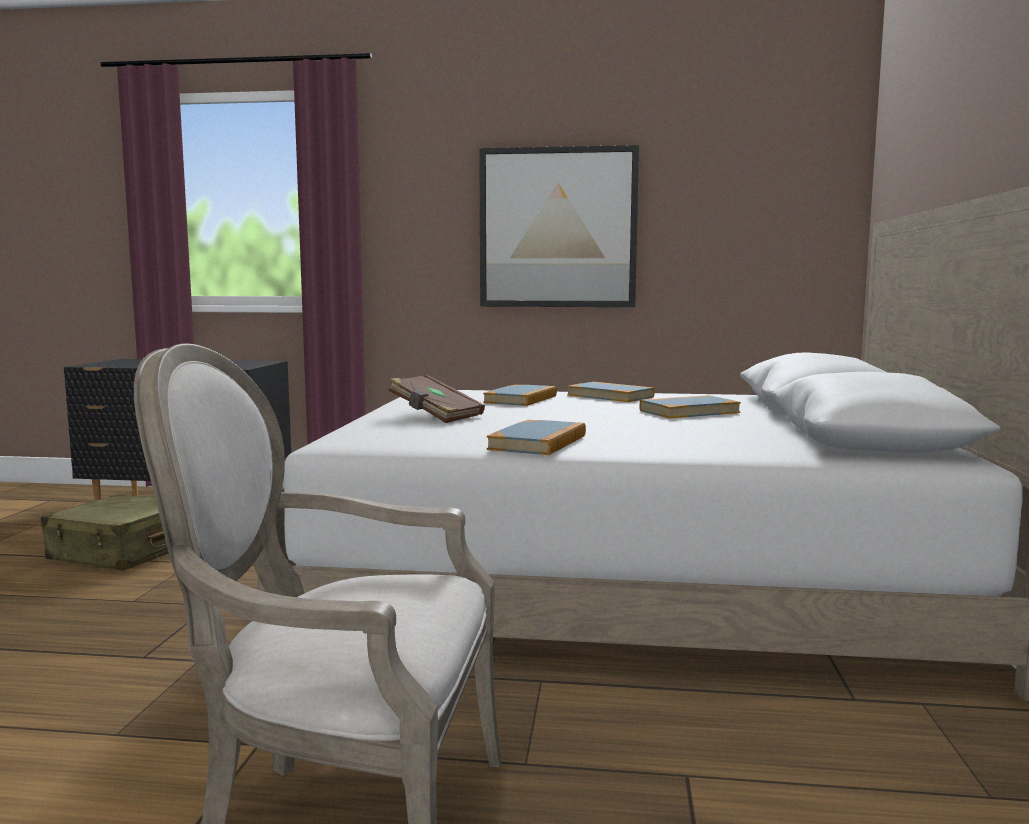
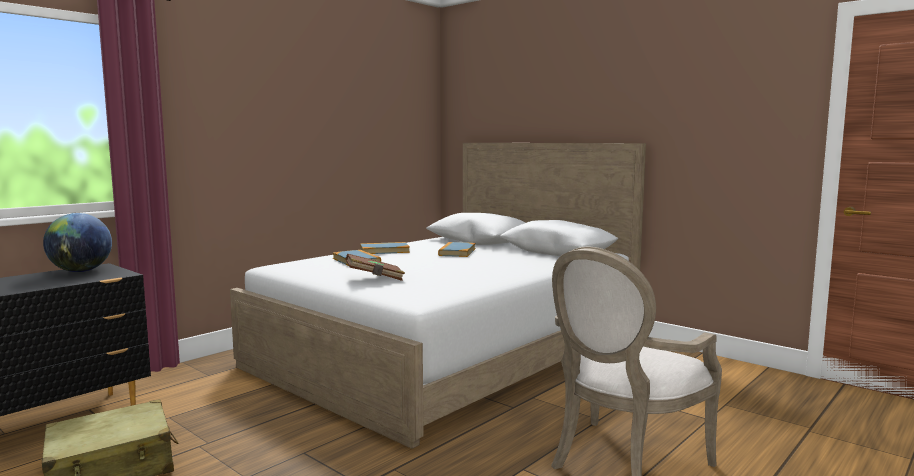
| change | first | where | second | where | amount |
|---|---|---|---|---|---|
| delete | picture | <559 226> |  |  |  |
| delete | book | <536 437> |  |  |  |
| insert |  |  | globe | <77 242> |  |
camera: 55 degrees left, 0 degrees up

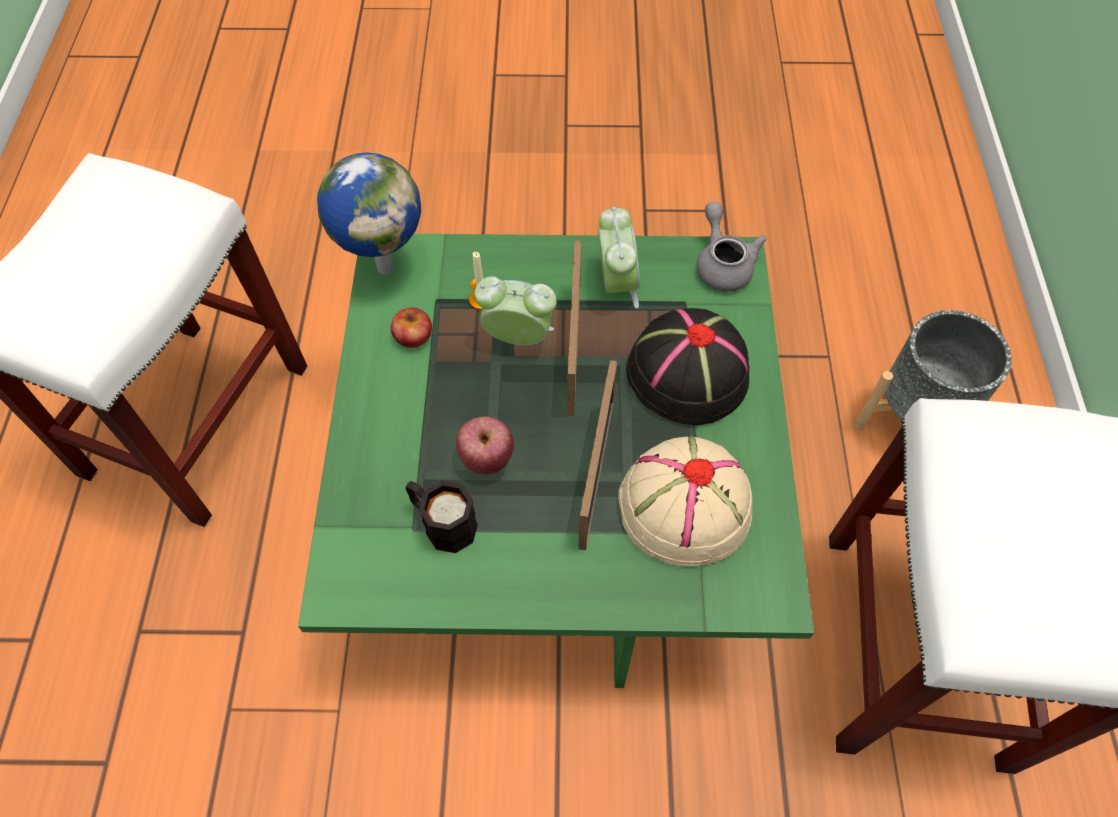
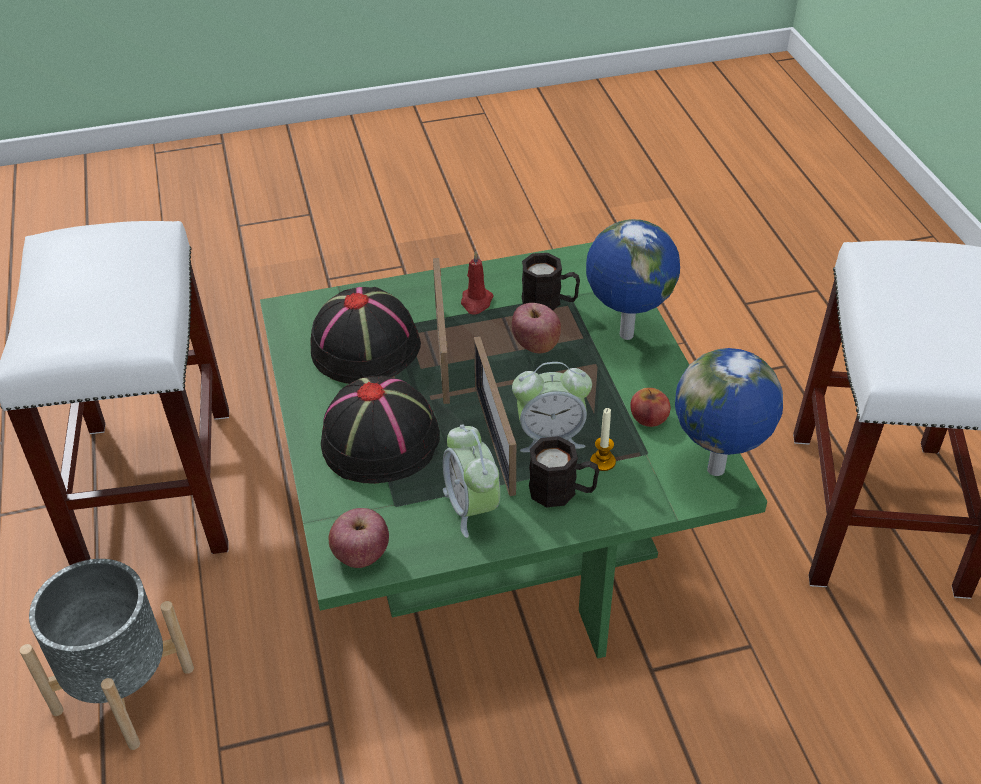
| change | first | where | second | where | amount |
|---|---|---|---|---|---|
| insert |  |  | candle in red | <477 283> |  |
| insert |  |  | mug in black | <564 471> |  |
| insert |  |  | globe | <633 279> |  |
| replace | teapot in grey | <732 246> | apple | <359 538> |  |
| recolor | hat in beige | <685 501> | hat in black | <365 335> |  |
camera: 165 degrees right, 15 degrees down

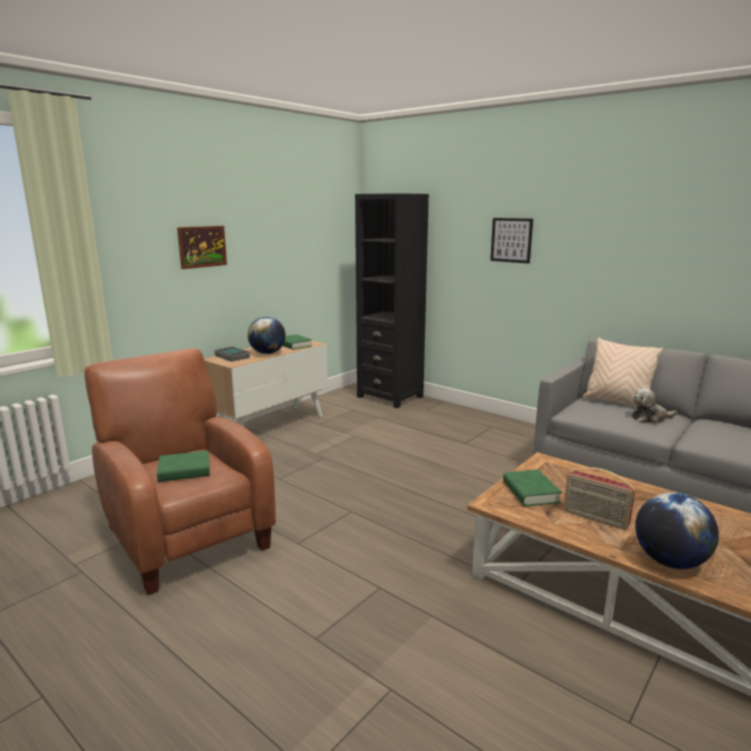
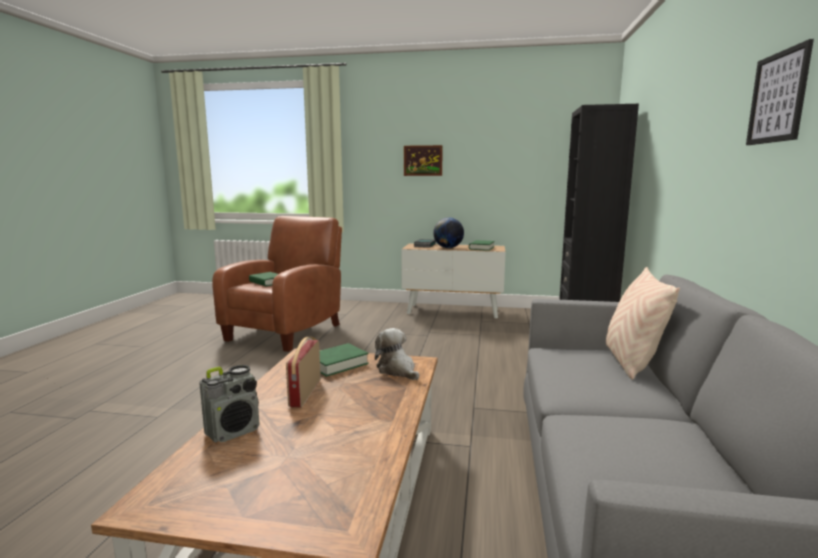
| change | first | where | second | where | amount |
|---|---|---|---|---|---|
| move | picture | <511 241> |  | <780 92> |  |
| move | plush toy | <654 405> |  | <397 354> |  |
| replace | globe | <677 530> | radio | <229 404> |  |
camera: 60 degrees right, 5 degrees down

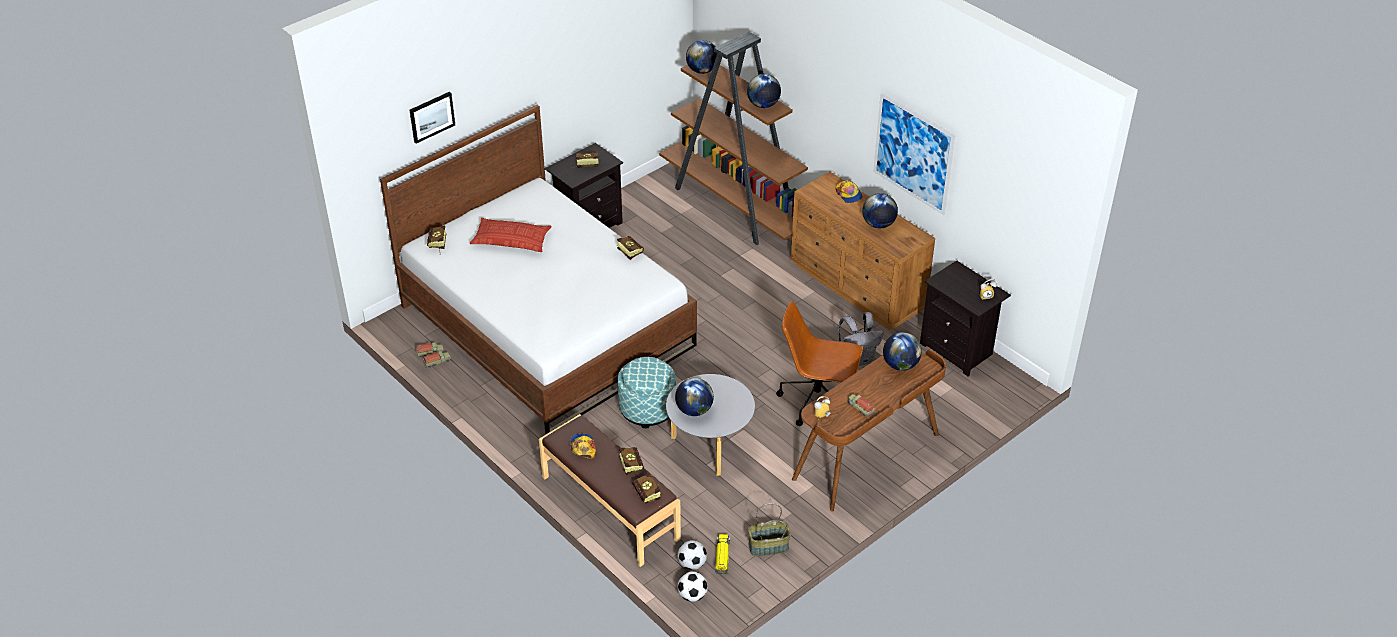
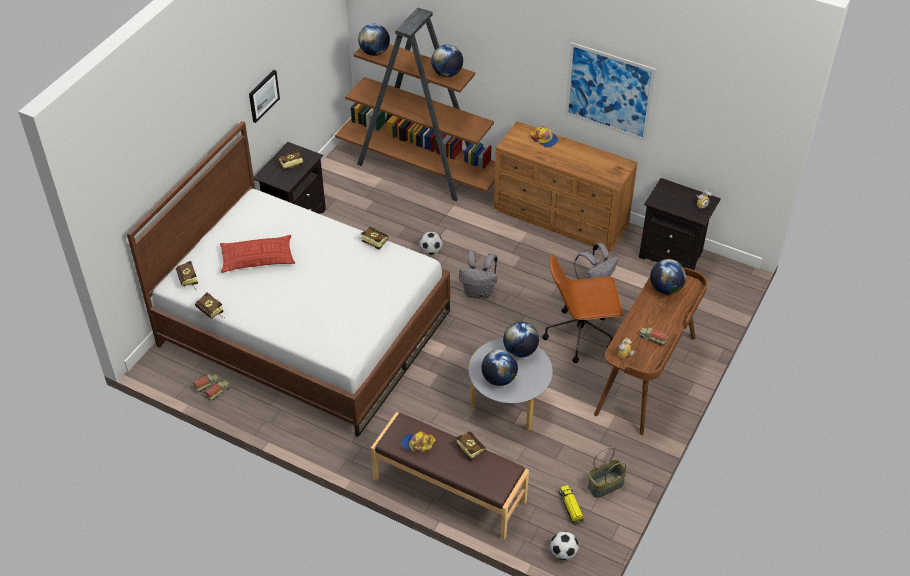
| change | first | where | second | where | amount |
|---|---|---|---|---|---|
| delete | ottoman | <646 392> |  |  |  |
| insert |  |  | backpack in grey | <478 275> |  |
| move | picture | <432 118> |  | <264 96> |  |
| move | book | <646 490> |  | <210 305> |  |
| move | football | <692 555> |  | <431 243> |  |
| move | globe | <880 210> |  | <521 340> |  |
| rotate | cap | <583 446> |  | <418 442> | 45 degrees counterclockwise |
camera: 20 degrees left, 5 degrees up

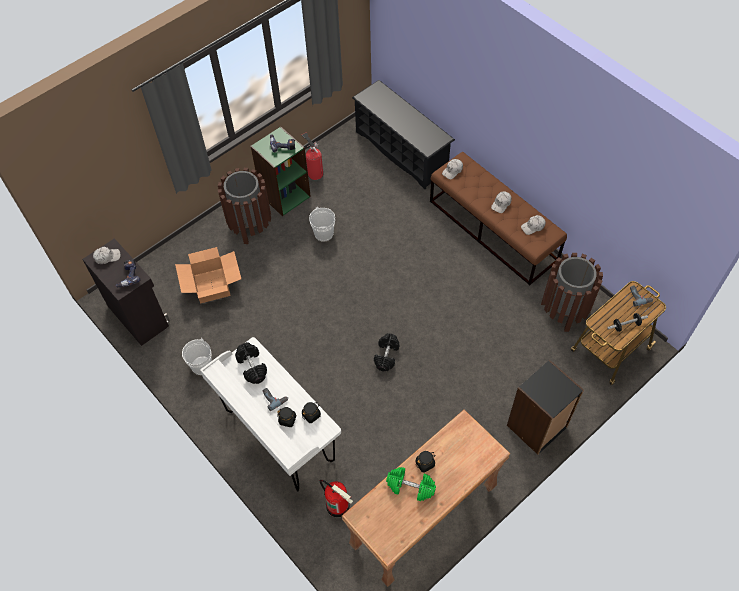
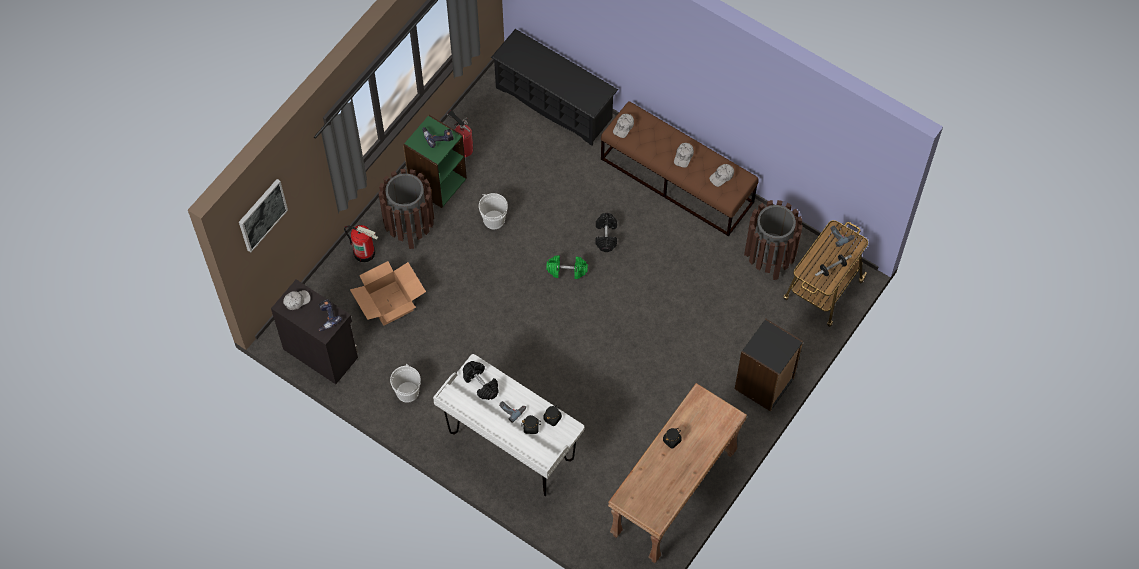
| change | first | where | second | where | amount |
|---|---|---|---|---|---|
| insert |  |  | picture | <263 215> |  |
| move | fire extinguisher | <336 499> |  | <361 244> |  |
| move | dumbbell in black | <386 352> |  | <606 232> |  |
| move | dumbbell in green | <411 484> |  | <567 267> |  |
camera: 15 degrees left, 5 degrees up

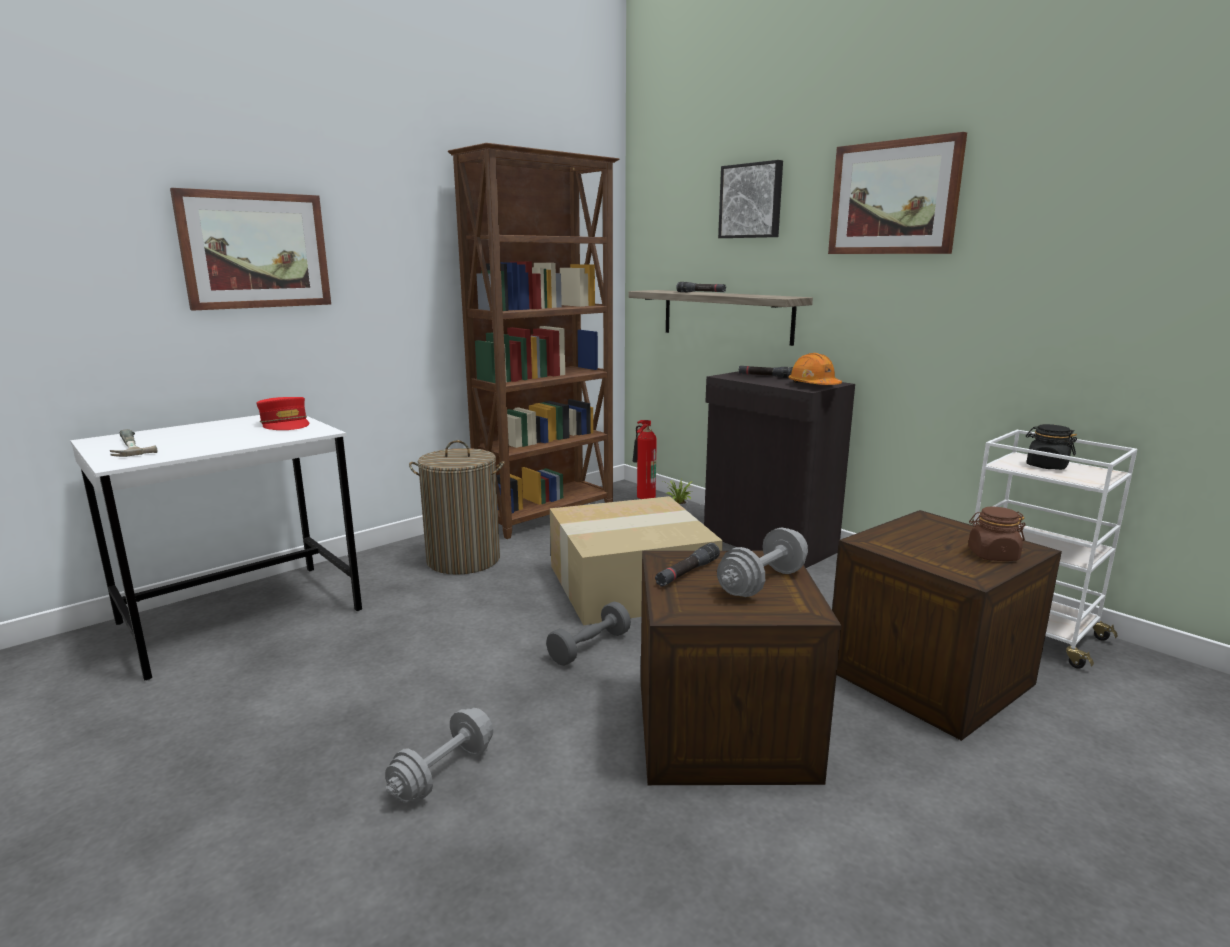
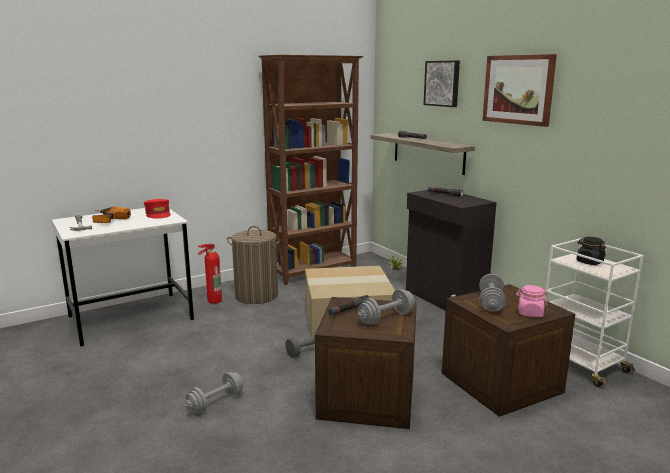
| change | first | where | second | where | amount |
|---|---|---|---|---|---|
| delete | picture | <250 249> |  |  |  |
| delete | hard hat in orange | <815 369> |  |  |  |
| insert |  |  | power drill | <111 214> |  |
| insert |  |  | dumbbell in grey | <492 293> |  |
| move | fire extinguisher | <645 459> |  | <210 274> |  |
| recolor | jar in brown | <997 534> | jar in pink | <531 301> |  |
camera: 10 degrees right, 0 degrees up

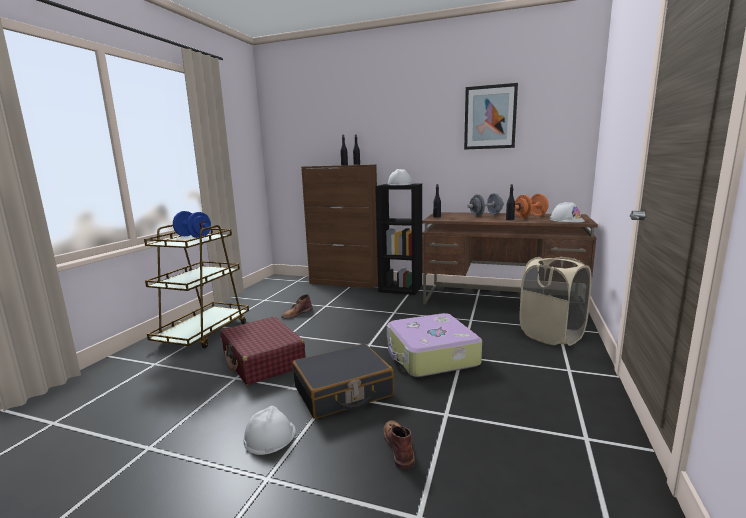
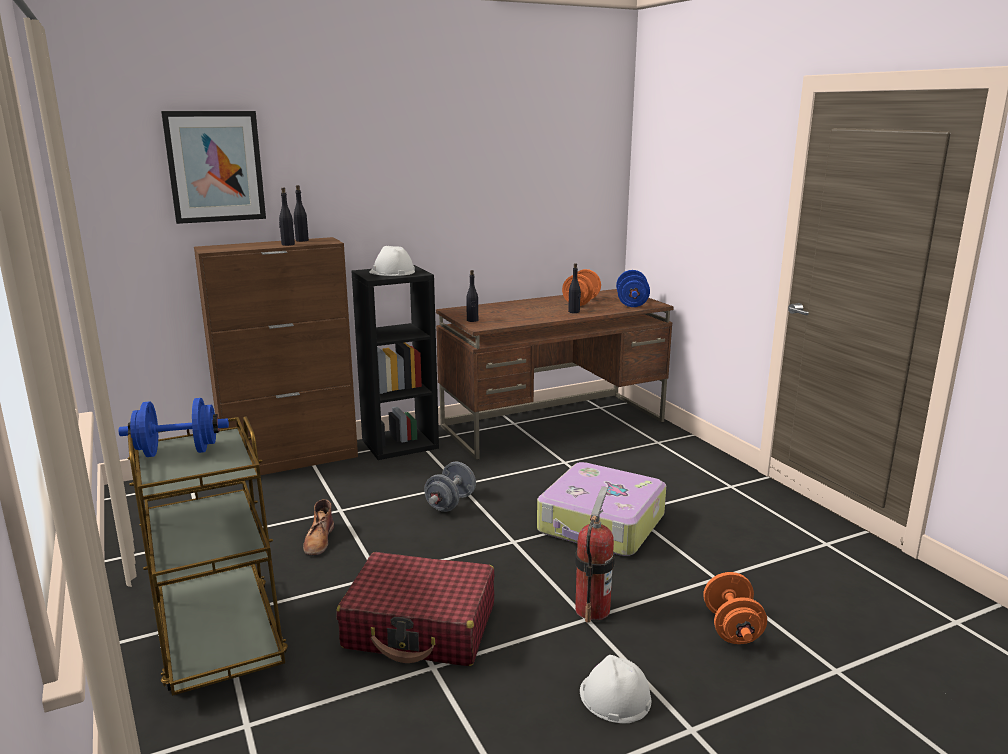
| change | first | where | second | where | amount |
|---|---|---|---|---|---|
| delete | laundry basket in beige | <555 301> |  |  |  |
| move | picture | <491 116> |  | <213 167> |  |
| move | dumbbell in grey | <486 204> |  | <450 487> |  |
| replace | suitcase in black | <343 381> | fire extinguisher | <595 554> |  |
| replace | boot in brown | <399 444> | dumbbell in orange | <735 608> |  |
| replace | hard hat in white | <567 212> | dumbbell in blue | <633 288> |  |
camera: 45 degrees left, 5 degrees up

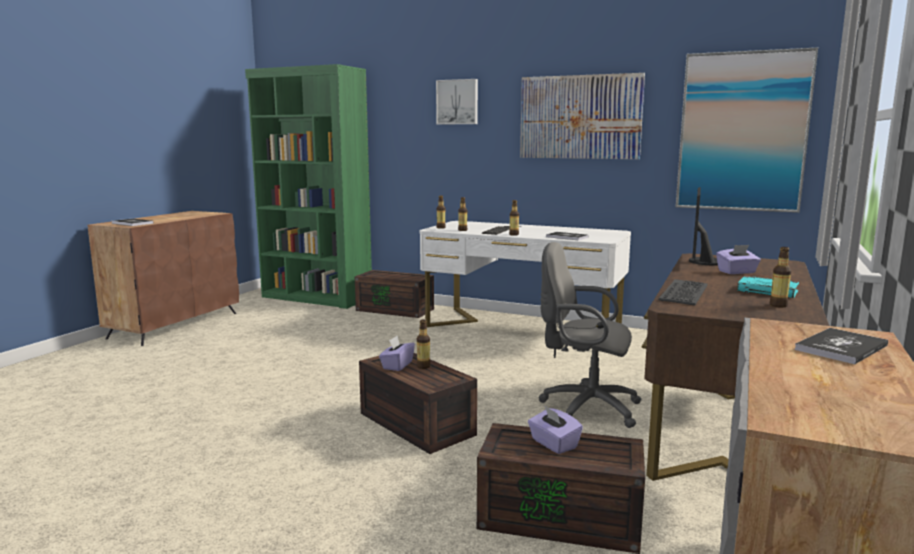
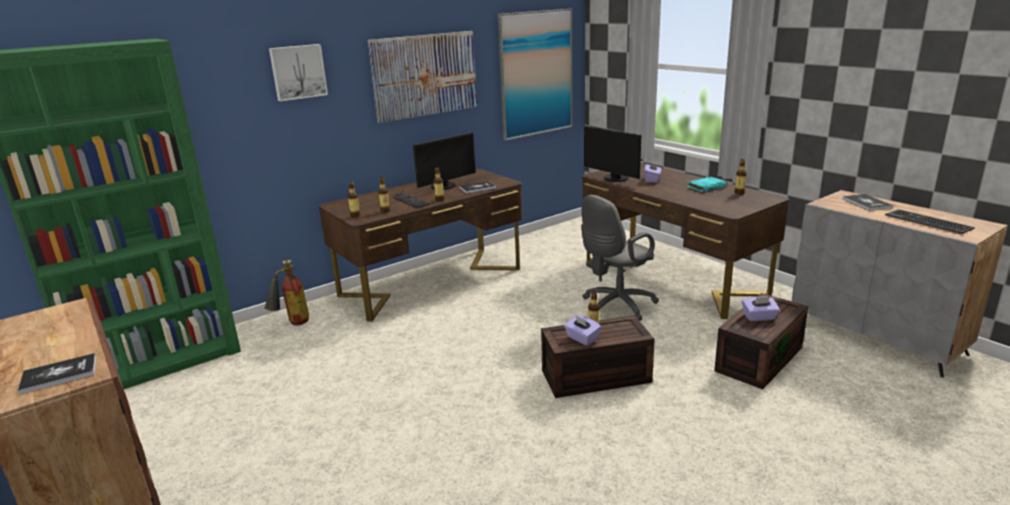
| change | first | where | second | where | amount |
|---|---|---|---|---|---|
| insert |  |  | monitor | <444 161> |  |
| move | keyboard | <683 292> |  | <930 221> |  |
| replace | storage box in brown | <394 294> | fire extinguisher | <287 292> |  |
| recolor | desk in white | <525 274> | desk in brown | <420 245> |  |
camera: 60 degrees left, 10 degrees up

